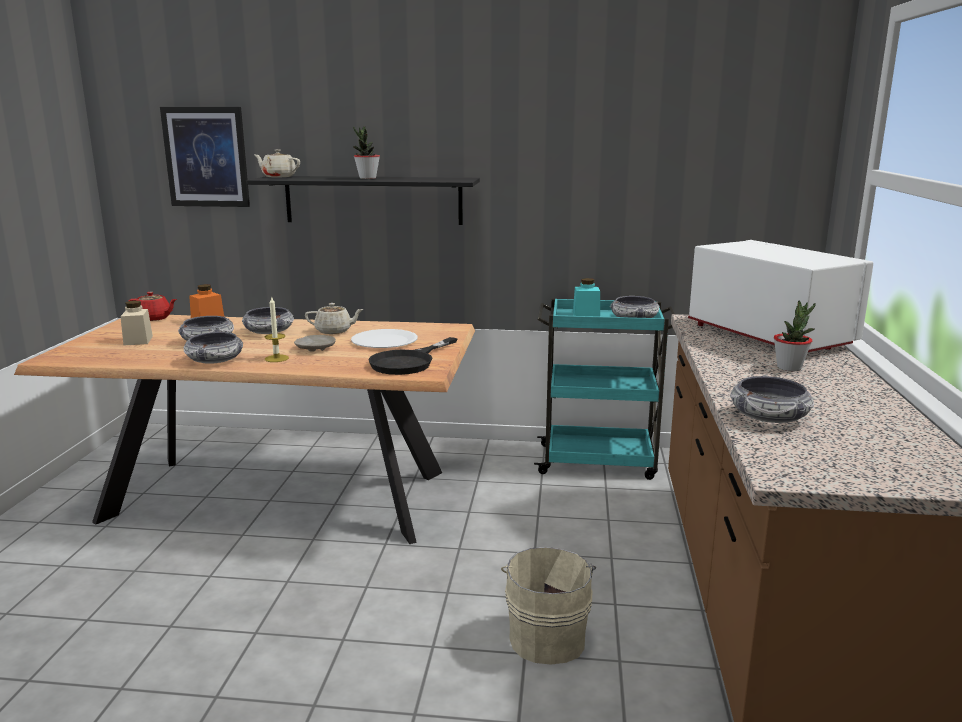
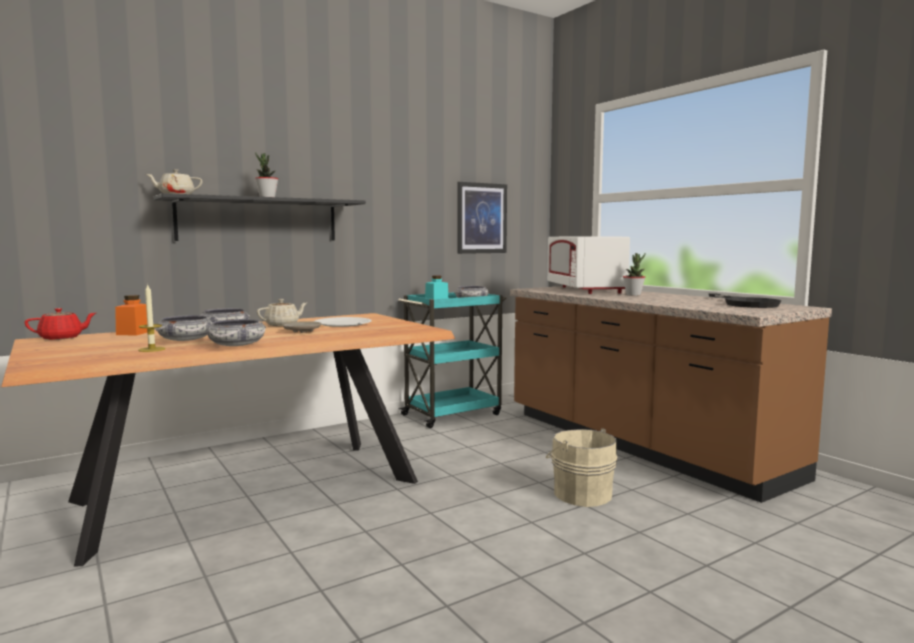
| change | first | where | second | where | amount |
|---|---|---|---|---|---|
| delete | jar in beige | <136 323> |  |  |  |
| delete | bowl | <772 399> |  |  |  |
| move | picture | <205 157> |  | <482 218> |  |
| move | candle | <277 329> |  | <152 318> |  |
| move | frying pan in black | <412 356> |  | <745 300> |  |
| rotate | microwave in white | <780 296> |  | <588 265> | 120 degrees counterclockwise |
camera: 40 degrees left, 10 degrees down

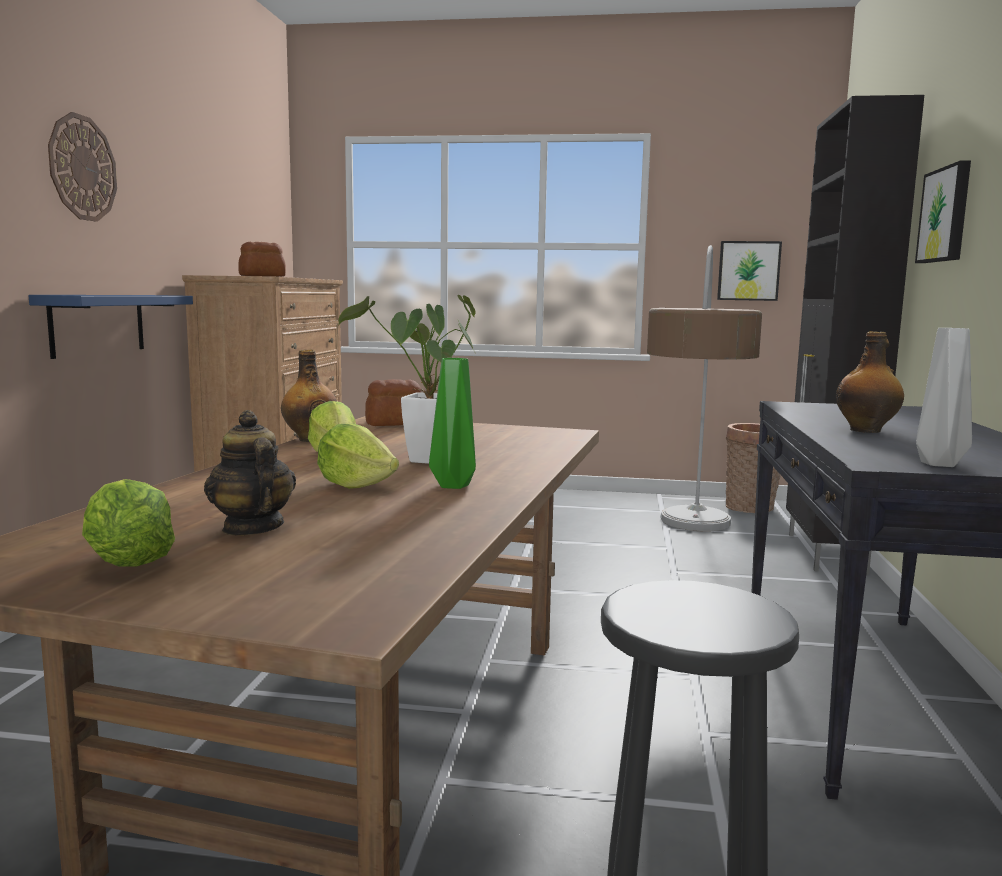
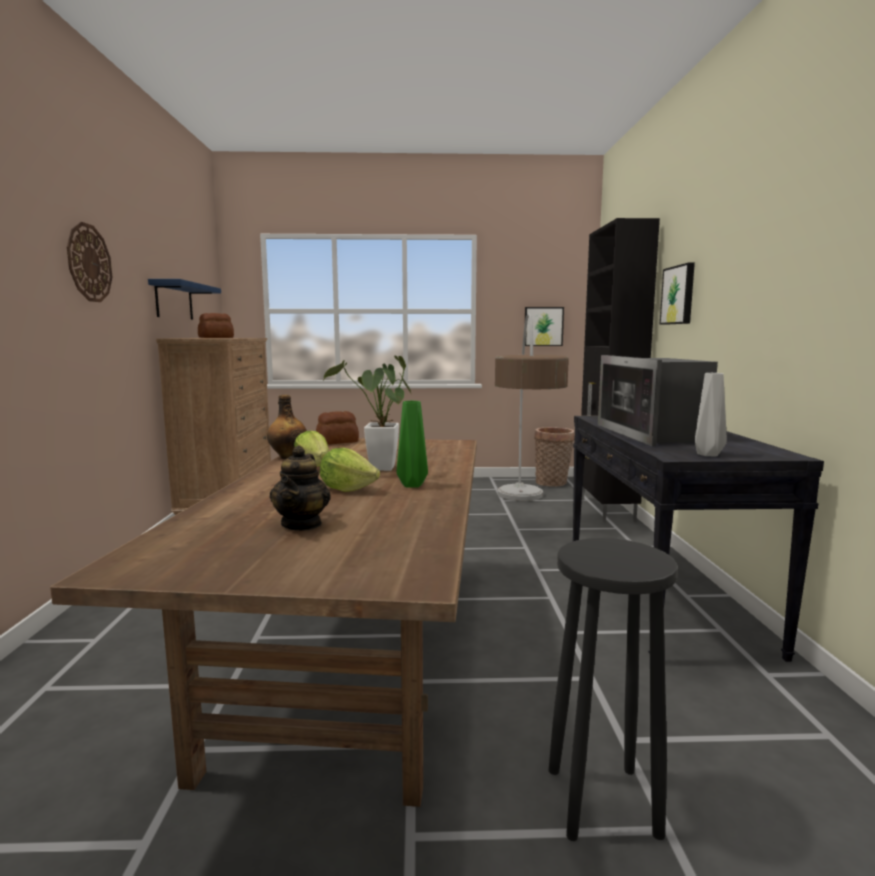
| change | first | where | second | where | amount |
|---|---|---|---|---|---|
| delete | lettuce | <128 523> |  |  |  |
| move | shelf in blue | <111 327> |  | <184 299> |  |
| replace | bottle | <870 382> | microwave | <658 400> |  |
| rotate | teapot | <250 473> |  | <300 488> | 135 degrees counterclockwise |
camera: 10 degrees left, 0 degrees up

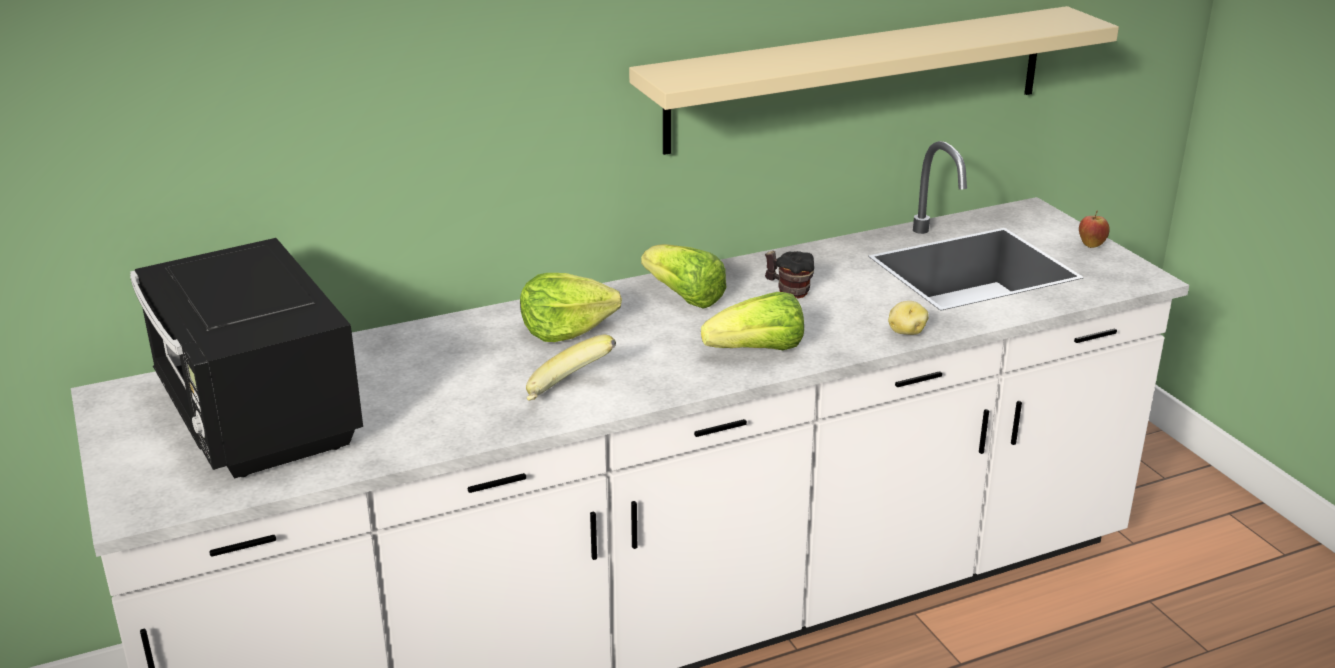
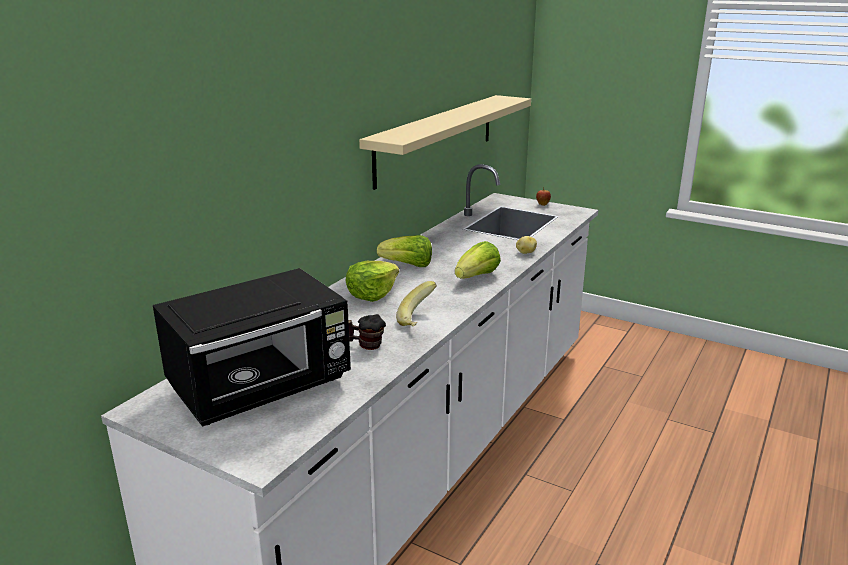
| change | first | where | second | where | amount |
|---|---|---|---|---|---|
| move | mug | <789 275> |  | <367 332> |  |
| rotate | microwave in black | <246 358> |  | <252 347> | 60 degrees counterclockwise |
camera: 35 degrees left, 5 degrees down

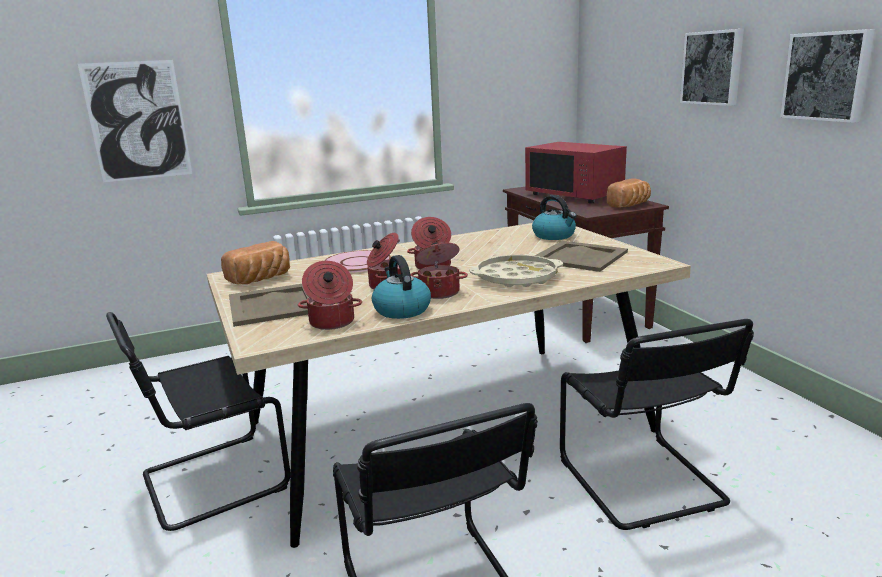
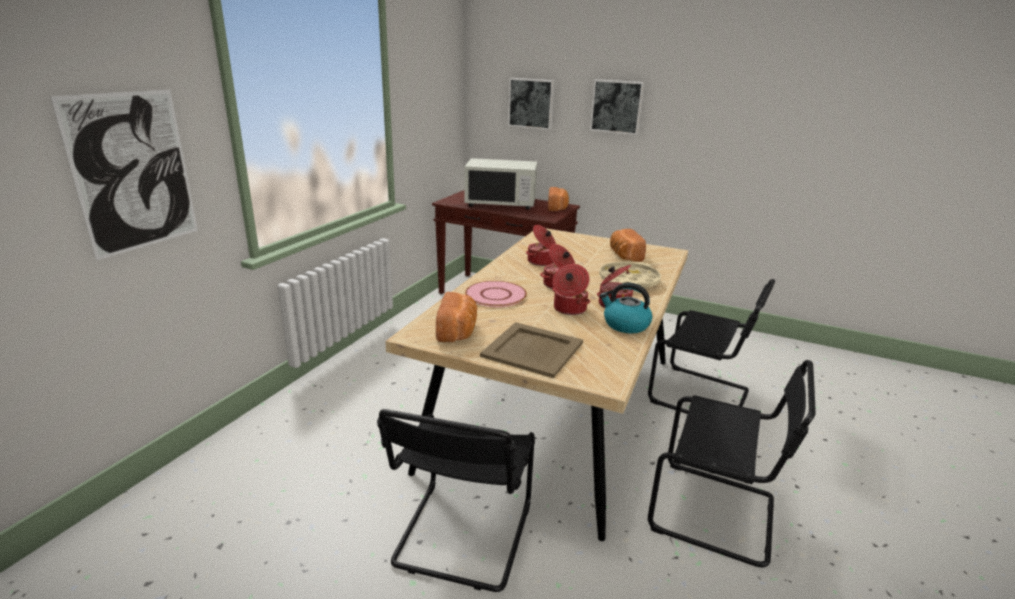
| change | first | where | second | where | amount |
|---|---|---|---|---|---|
| delete | kettle | <554 217> |  |  |  |
| move | cooking pot | <330 295> |  | <541 245> |  |
| move | picture | <827 76> |  | <531 104> |  |
| replace | tray in beige | <581 256> | bread | <628 245> |  |
| recolor | microwave in red | <576 172> | microwave in white | <500 183> |  |
camera: 45 degrees left, 5 degrees up

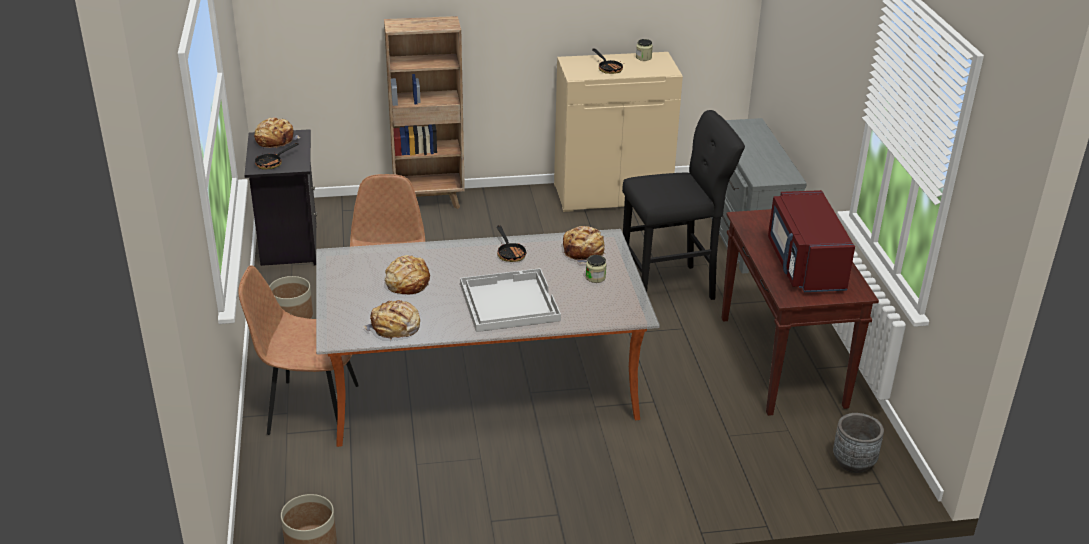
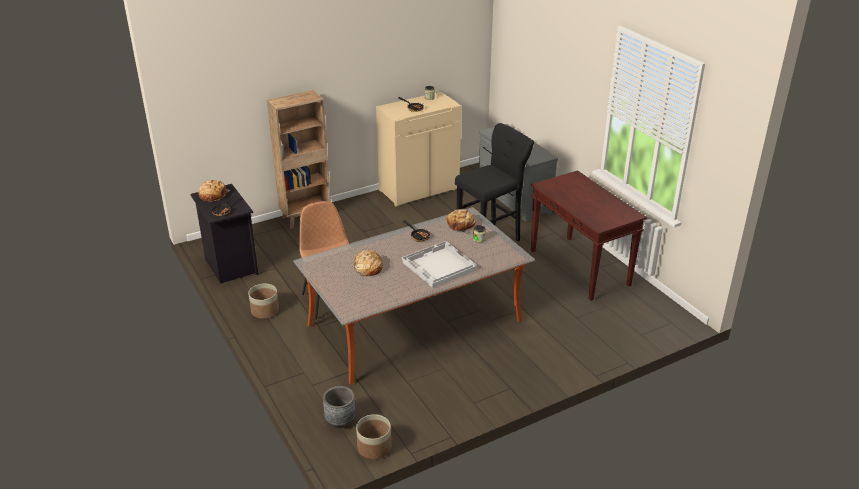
| change | first | where | second | where | amount |
|---|---|---|---|---|---|
| delete | chair in brown | <298 351> |  |  |  |
| delete | bread | <391 320> |  |  |  |
| delete | microwave in red | <811 241> |  |  |  |
| move | planter in grey | <858 443> |  | <339 407> |  |
camera: 20 degrees left, 0 degrees up

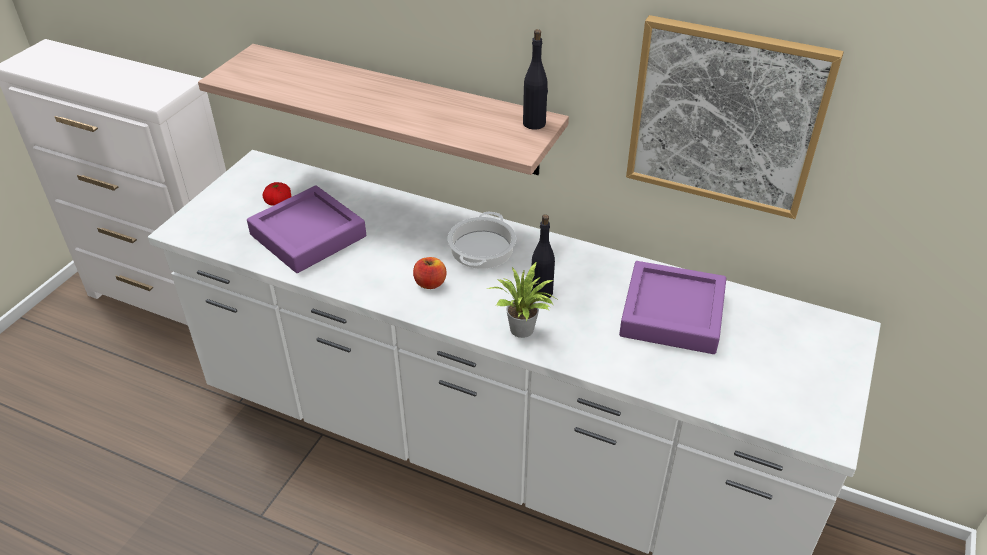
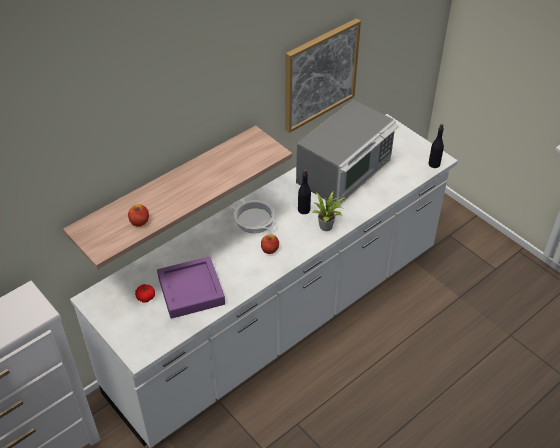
| change | first | where | second | where | amount |
|---|---|---|---|---|---|
| insert |  |  | apple | <138 215> |  |
| move | bottle in black | <535 79> |  | <436 146> |  |
| replace | tray in purple | <672 307> | microwave | <347 152> |  |
camera: 65 degrees left, 5 degrees up

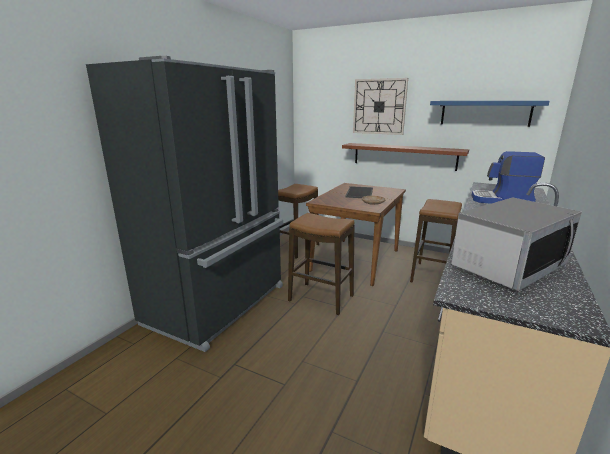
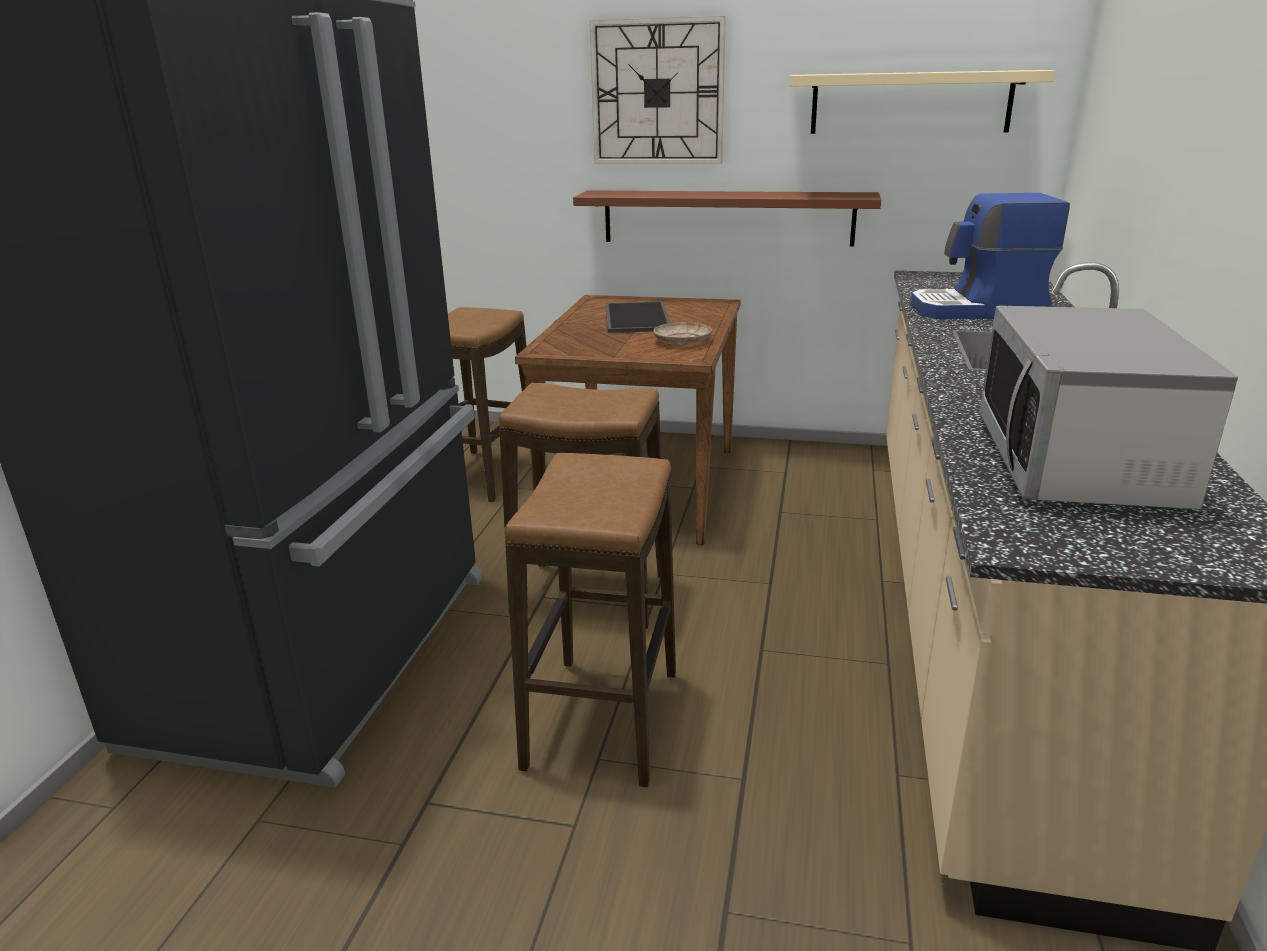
| change | first | where | second | where | amount |
|---|---|---|---|---|---|
| move | stool | <436 241> |  | <590 620> |  |
| recolor | shelf in blue | <490 114> | shelf in beige | <922 102> |  |
| rotate | microwave | <516 244> |  | <1109 407> | 150 degrees clockwise |
camera: 15 degrees left, 5 degrees up

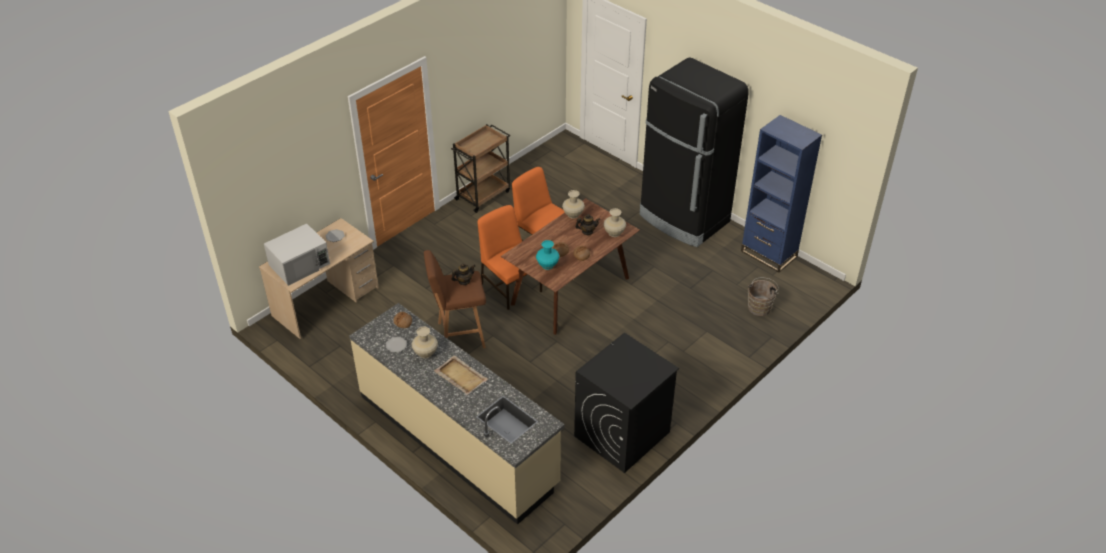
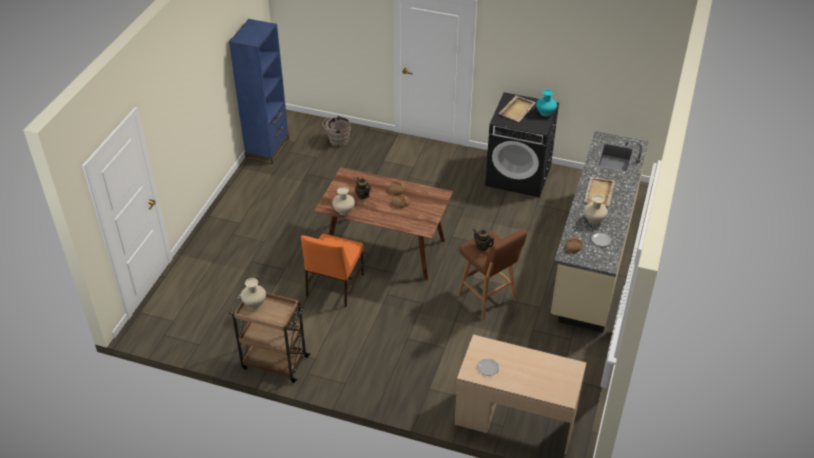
| change | first | where | second | where | amount |
|---|---|---|---|---|---|
| delete | microwave in white | <297 255> |  |  |  |
| delete | chair in orange | <510 257> |  |  |  |
| delete | fridge in black | <694 152> |  |  |  |
| insert |  |  | tray in beige | <517 108> |  |
| move | vase in turquoise | <547 255> |  | <546 103> |  |
| move | vase in beige | <614 222> |  | <253 293> |  |
camera: 115 degrees left, 0 degrees up

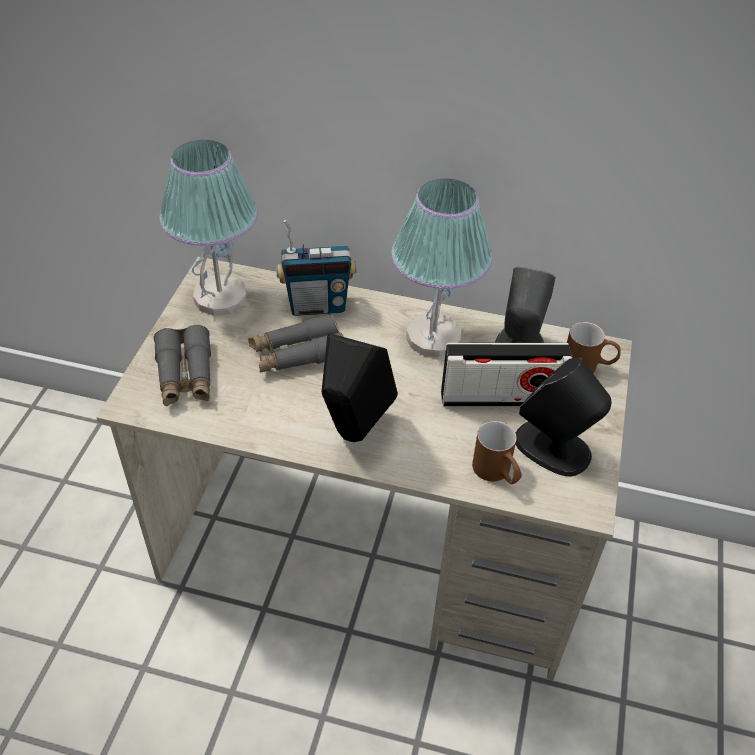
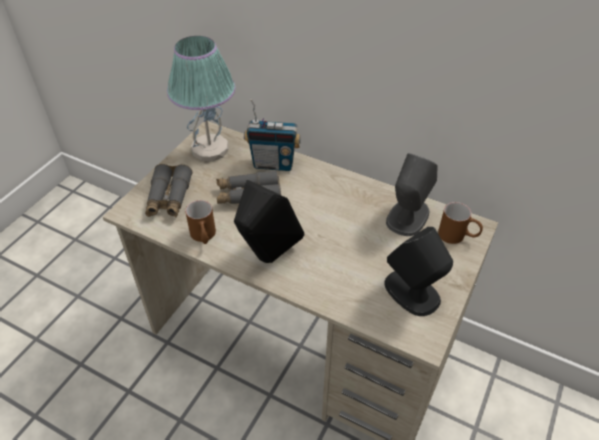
| change | first | where | second | where | amount |
|---|---|---|---|---|---|
| delete | table lamp | <442 268> |  |  |  |
| delete | radio | <506 375> |  |  |  |
| move | mug in brown | <497 452> |  | <200 222> |  |
camera: 15 degrees right, 0 degrees up

